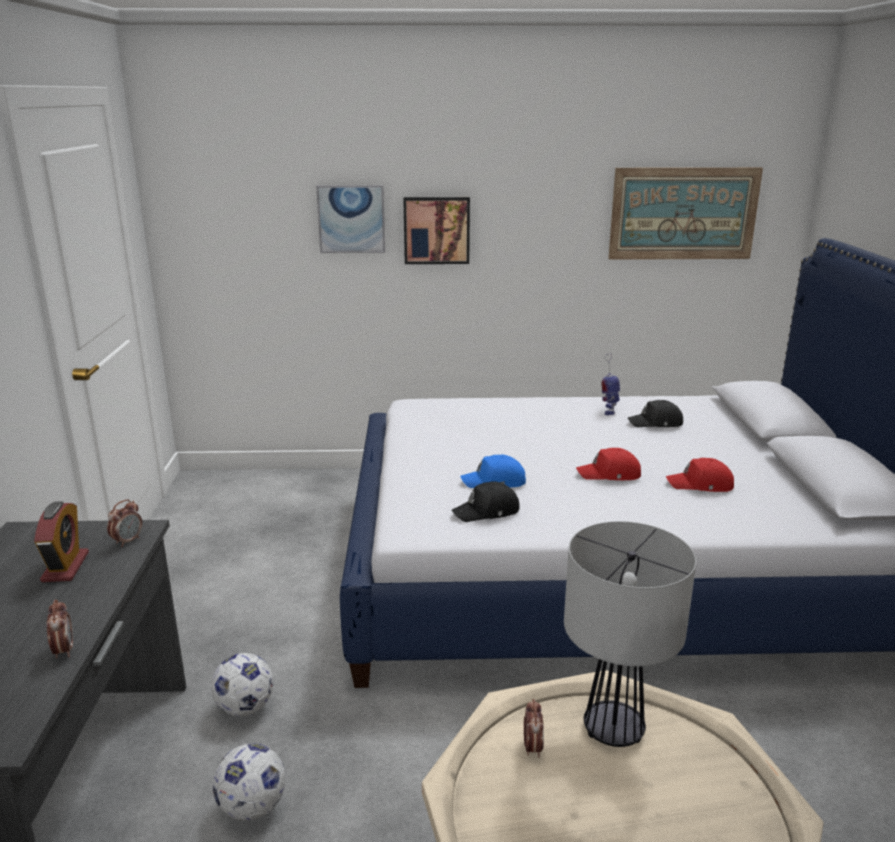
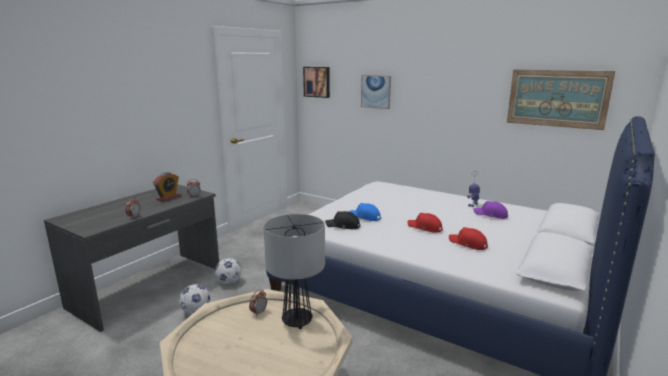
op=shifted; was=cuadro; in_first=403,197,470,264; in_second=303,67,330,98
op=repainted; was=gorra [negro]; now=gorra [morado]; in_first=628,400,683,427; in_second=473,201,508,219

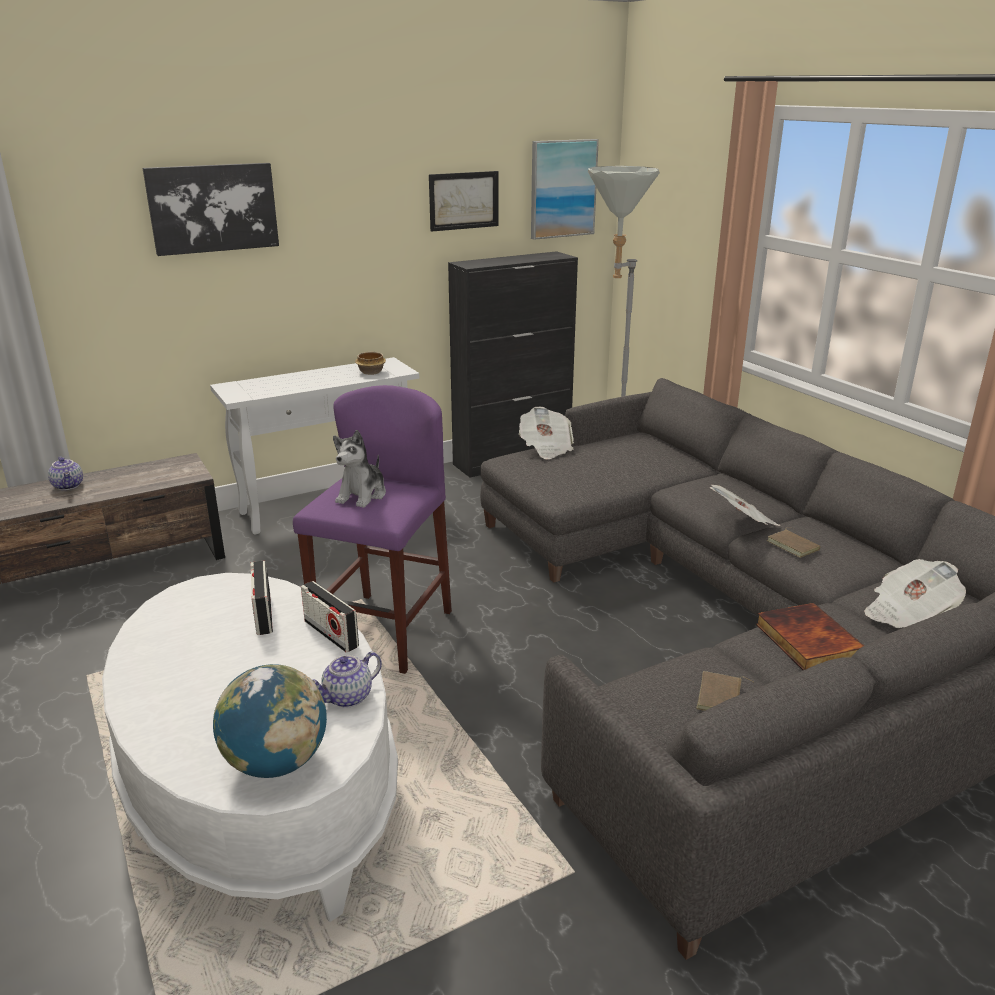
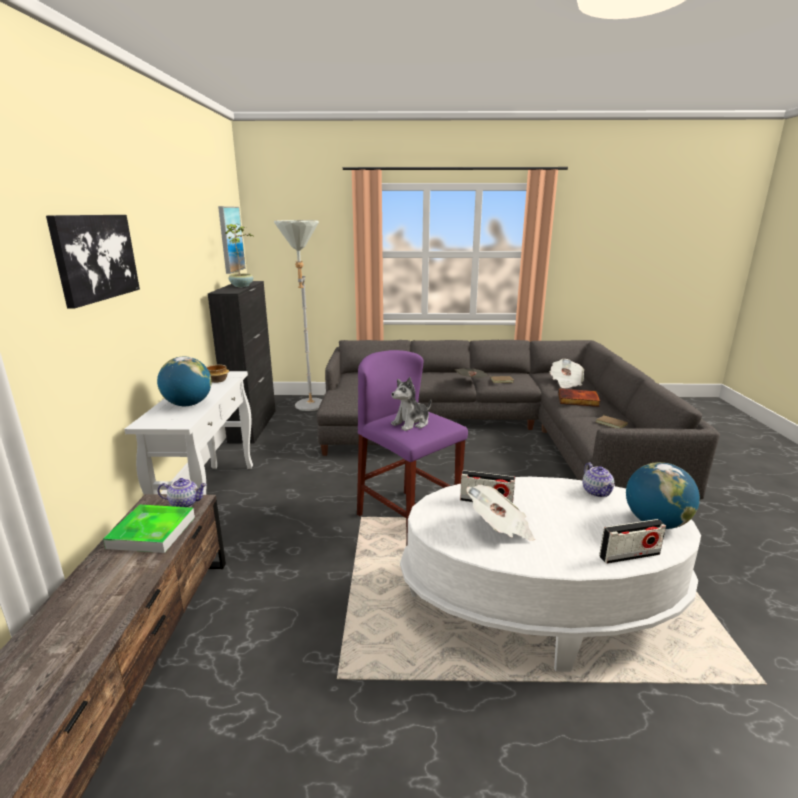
op=gone; was=cuadro; in_first=429,171,499,232
op=new; now=bandeja; in_second=103,505,195,553
op=new; now=globo terráqueo; in_second=157,356,211,406
op=new; now=planta en maceta; in_second=225,224,253,287
op=shifted; was=tetera; in_first=48,456,83,490; in_second=158,478,207,507
op=shifted; was=radio; in_first=301,581,359,653; in_second=599,519,666,564
op=shifted; was=periódico; in_first=518,407,574,459; in_second=466,485,535,541
op=rotated; was=peluche; in_first=333,430,386,508; in_second=391,377,431,431; clockwise=90

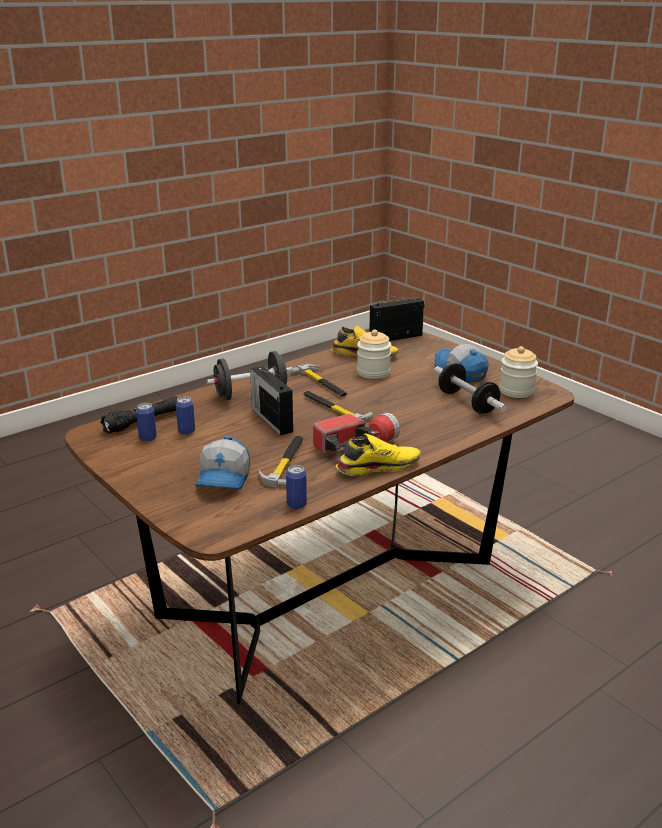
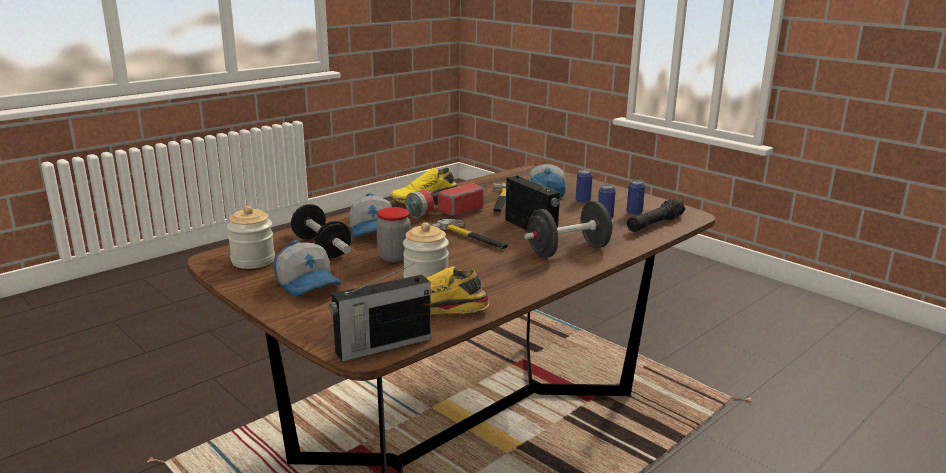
op=gone; was=martillo; in_first=290,364,347,397
op=new; now=gorra; in_second=350,193,392,237
op=new; now=tarro; in_second=376,207,411,262
op=shifted; was=lata; in_first=286,465,307,509; in_second=576,169,593,203

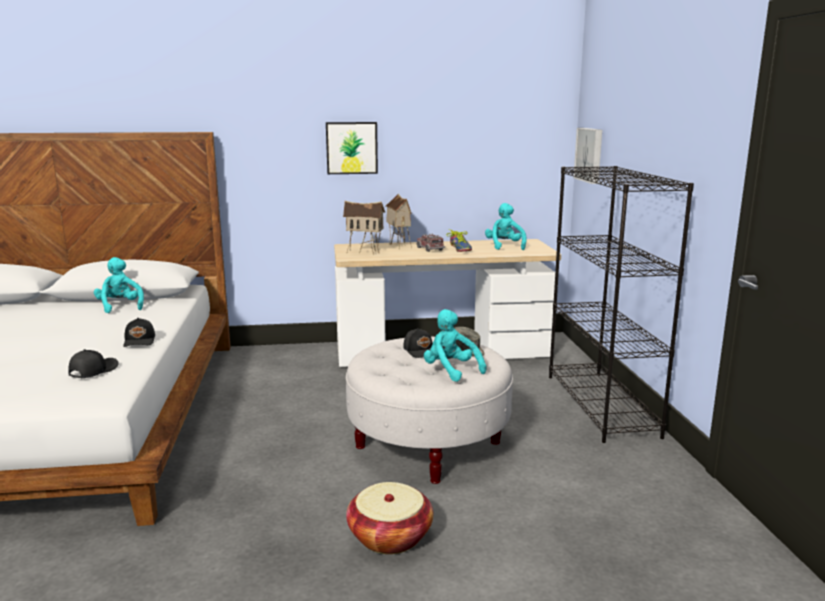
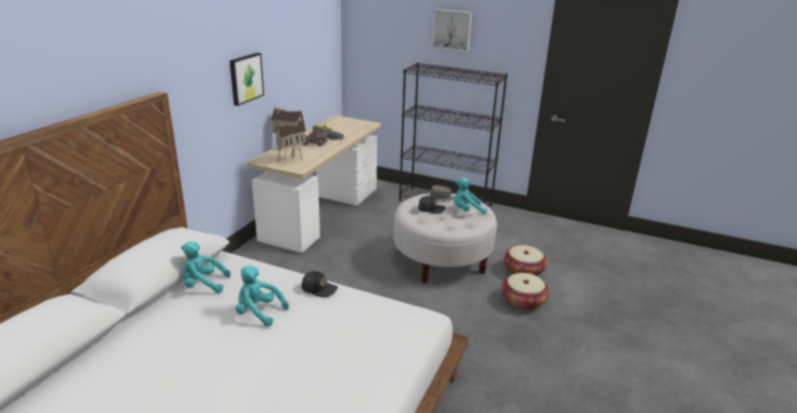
op=gone; was=gorra [negro]; in_first=68,349,119,378
op=new; now=cesta; in_second=504,245,548,276
op=shifted; was=peluche [turquesa]; in_first=485,203,526,250; in_second=235,265,289,326
op=shifted; was=cuadro; in_first=574,128,602,184; in_second=432,9,472,52

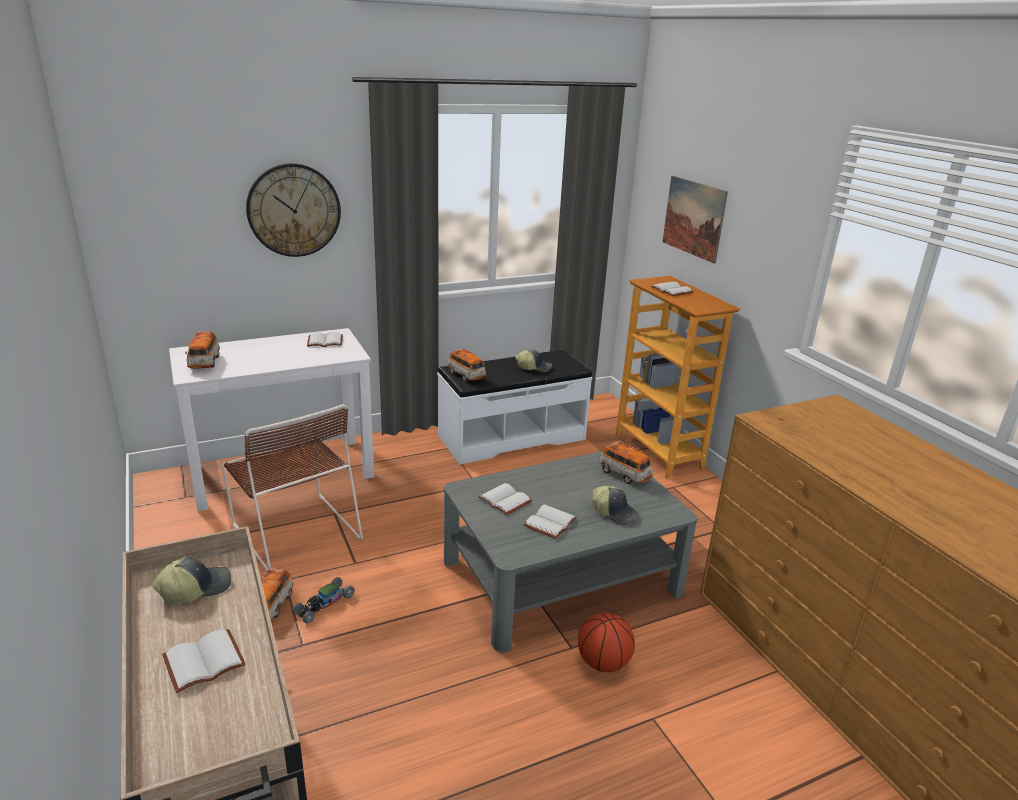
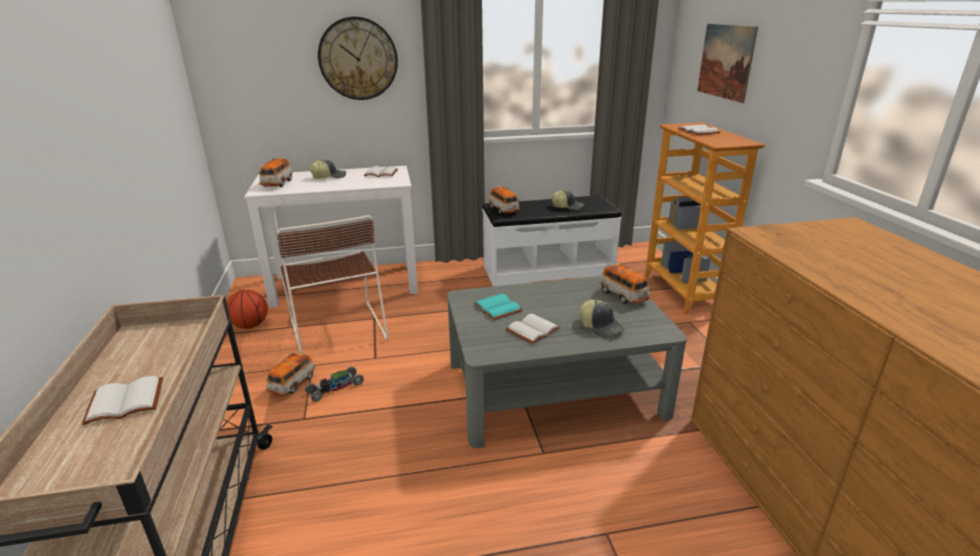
op=shifted; was=gorra; in_first=153,557,231,604; in_second=309,160,346,179
op=shifted; was=balón de baloncesto; in_first=578,612,635,672; in_second=227,290,268,329
op=repainted; was=libro [blanco]; now=libro [turquesa]; in_first=478,483,532,515; in_second=474,294,523,320

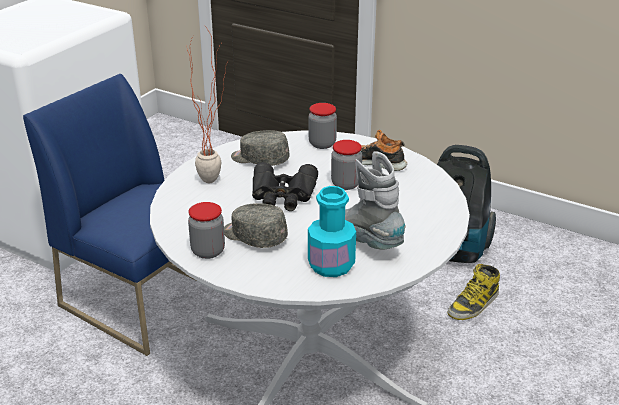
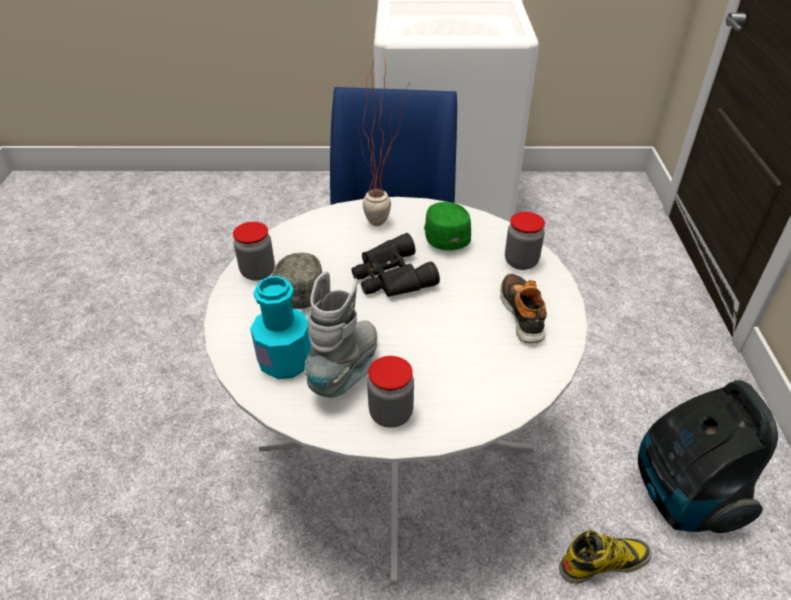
op=shifted; was=tarro; in_first=331,140,362,190; in_second=367,356,414,428
op=repainted; was=gorra [gris]; now=gorra [verde]; in_first=231,130,290,166; in_second=424,202,471,251
op=rotated; was=bota; in_first=447,264,500,320; in_second=559,529,652,584; clockwise=150

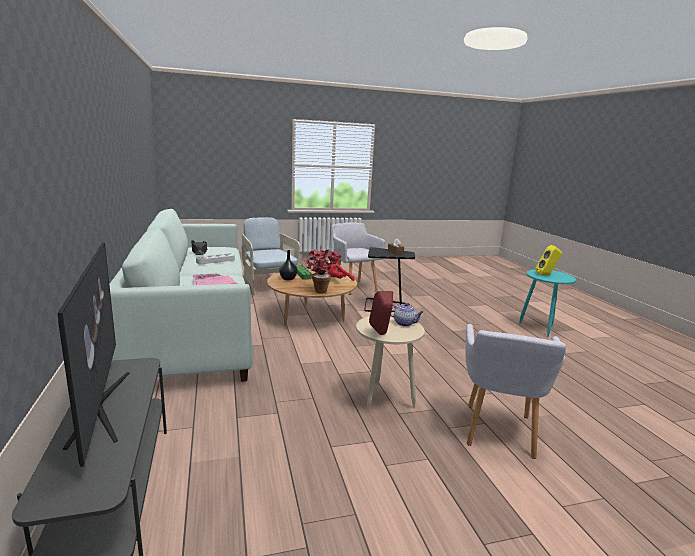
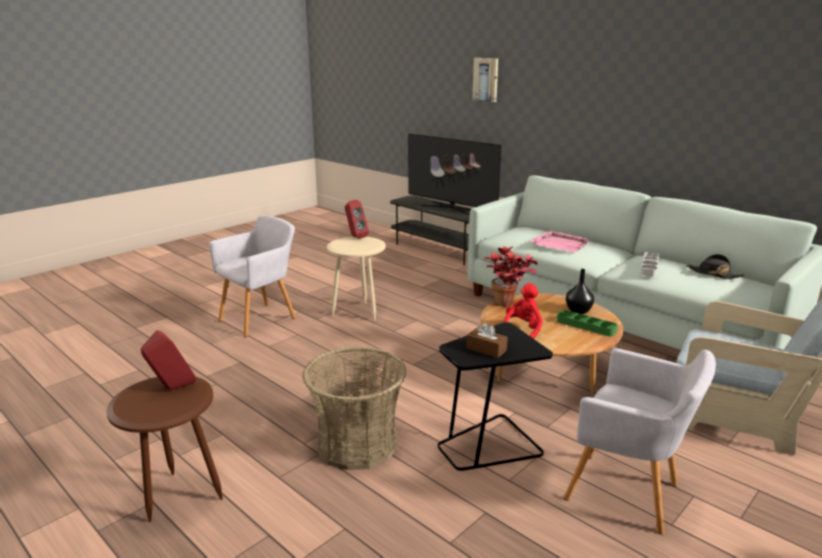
op=gone; was=tetera; in_first=391,303,424,326
op=new; now=cesta; in_second=302,347,406,470
op=new; now=cuadro; in_second=473,58,498,102
op=repainted; was=mesa auxiliar [turquesa]; now=mesa auxiliar [marrón]; in_first=519,269,576,337; in_second=107,377,223,522
op=repainted; was=altavoz [amarillo]; now=altavoz [rojo]; in_first=536,245,562,276; in_second=141,330,196,390
op=rotated; was=sillón [gris]; in_first=465,324,566,459; in_second=209,215,296,337; clockwise=60

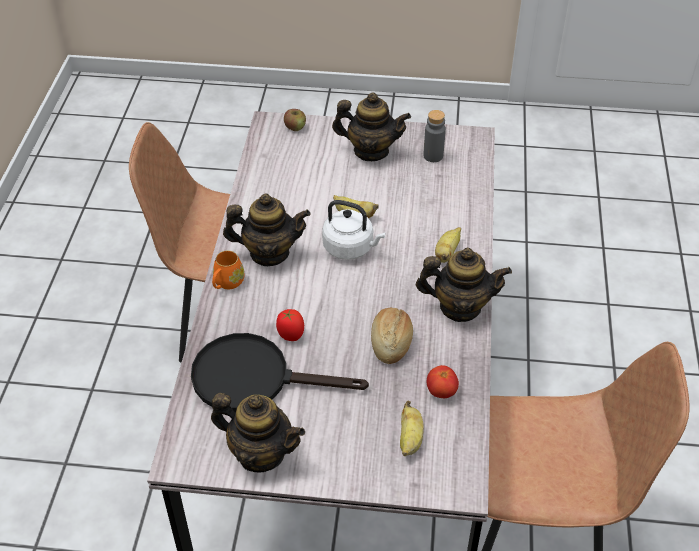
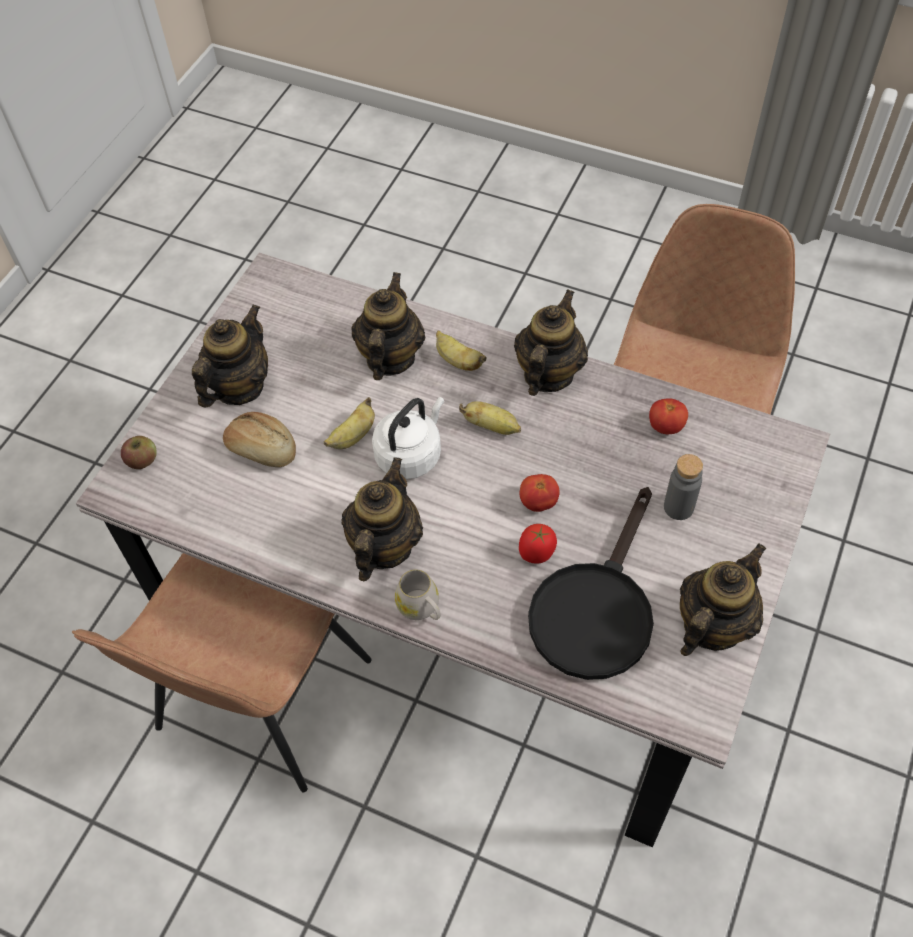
op=new; now=tetera; in_second=351,272,426,380
op=new; now=tomate; in_second=520,474,560,512
op=shifted; was=pan; in_first=371,308,413,364; in_second=223,412,296,467
op=shifted; was=plátano; in_first=400,401,424,456; in_second=459,401,521,435
op=shifted; was=botella [gris]; in_first=423,110,446,162; in_second=664,454,703,520
op=repainted; was=taza grande [naranja]; now=taza grande [blanco]; in_first=212,251,245,289; in_second=395,570,441,620

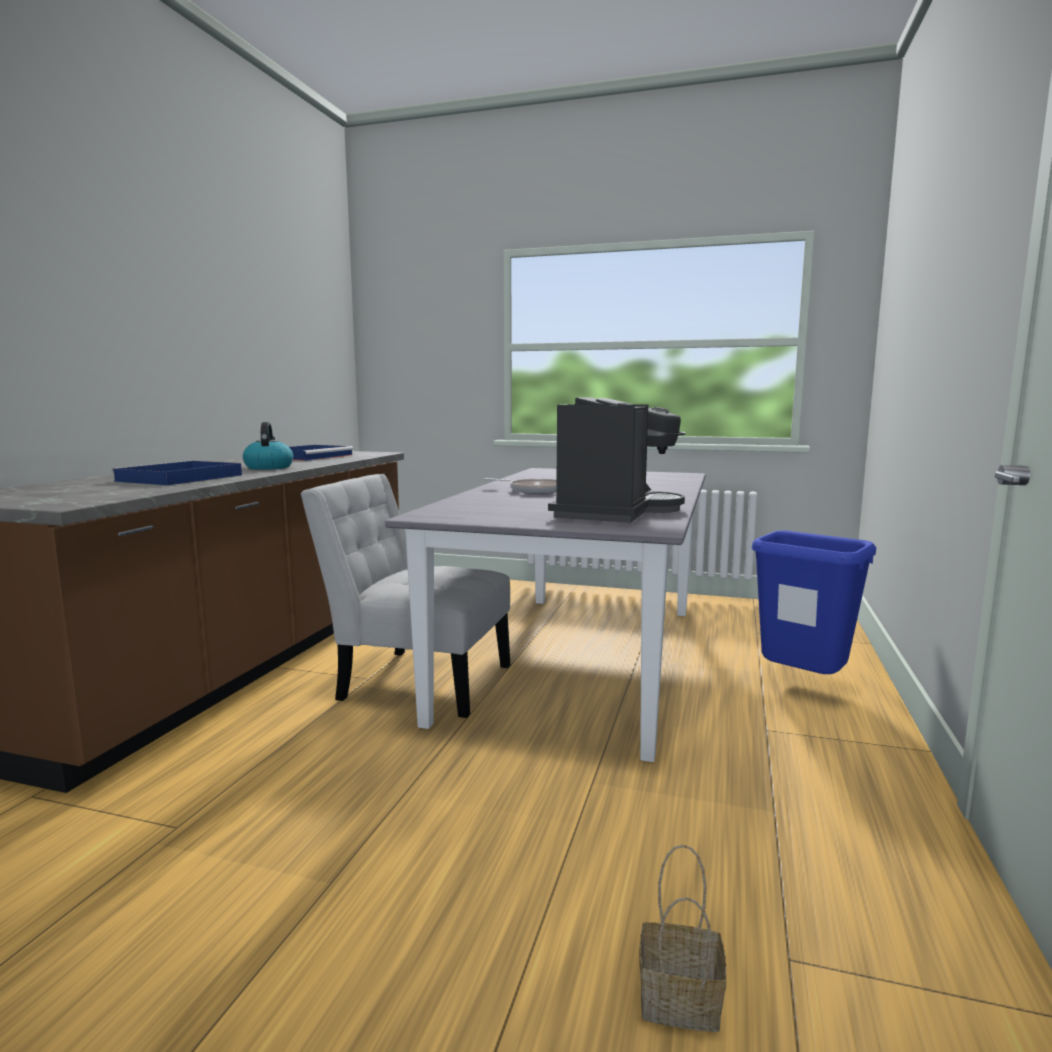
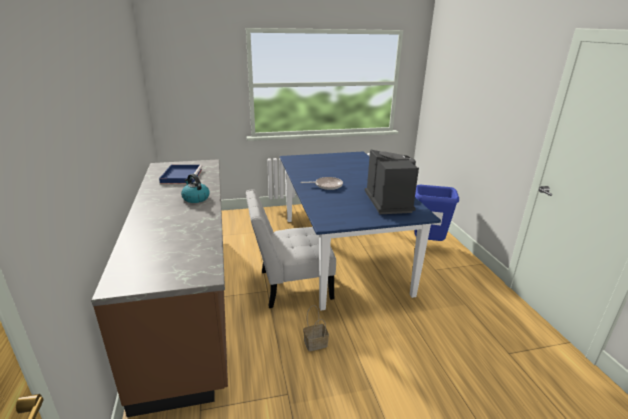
op=gone; was=bandeja [azul]; in_first=112,460,242,485
op=shifted; was=cesta; in_first=639,844,726,1032; in_second=303,305,329,351
op=repainted; was=mesa de comedor [gris]; now=mesa de comedor [azul]; in_first=385,468,705,762; in_second=280,151,441,310

